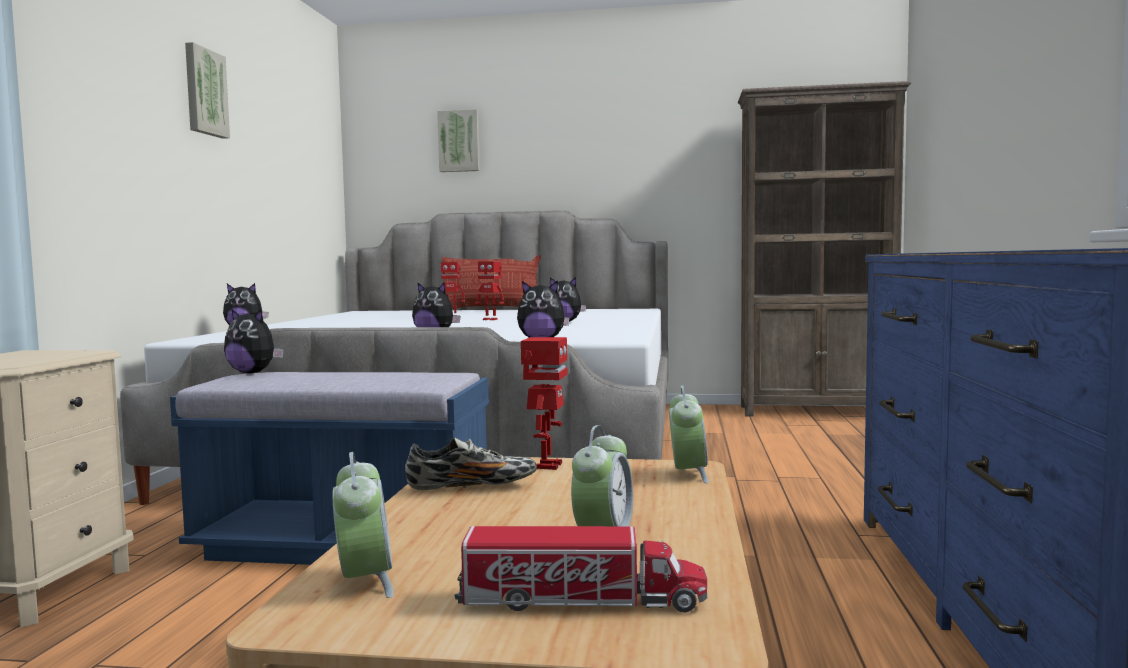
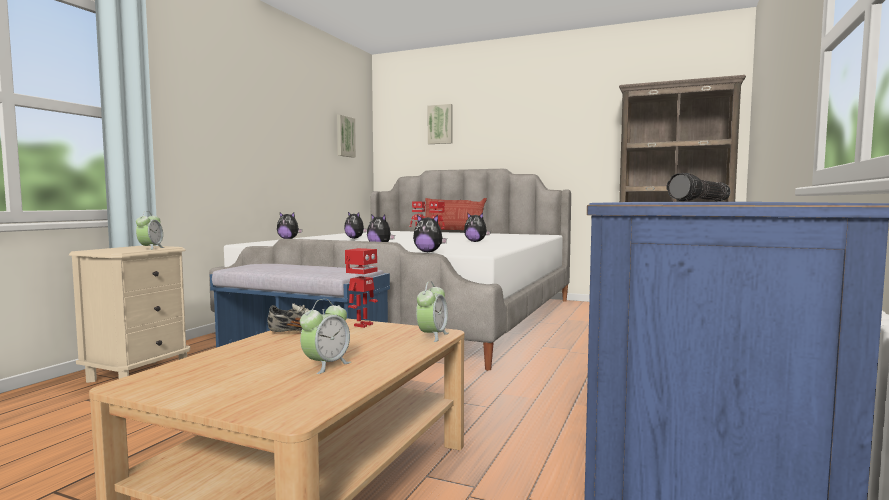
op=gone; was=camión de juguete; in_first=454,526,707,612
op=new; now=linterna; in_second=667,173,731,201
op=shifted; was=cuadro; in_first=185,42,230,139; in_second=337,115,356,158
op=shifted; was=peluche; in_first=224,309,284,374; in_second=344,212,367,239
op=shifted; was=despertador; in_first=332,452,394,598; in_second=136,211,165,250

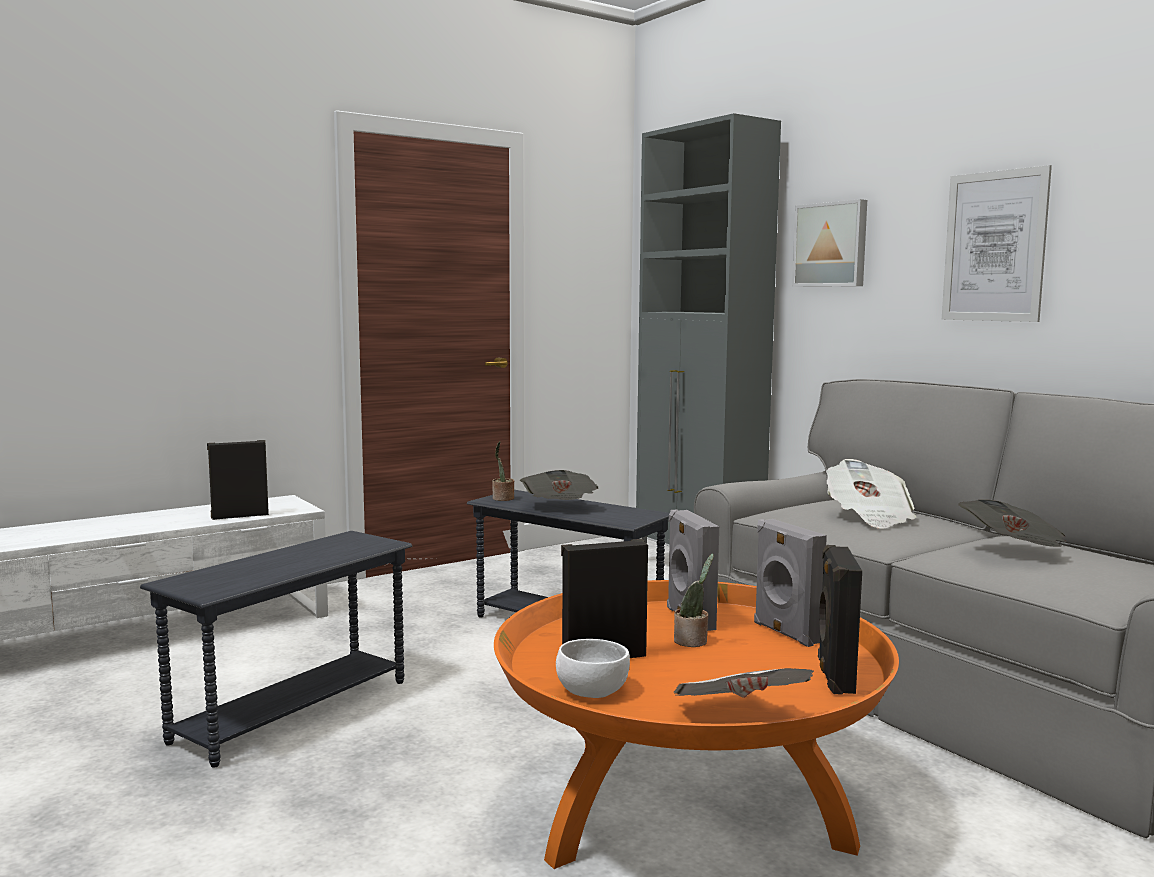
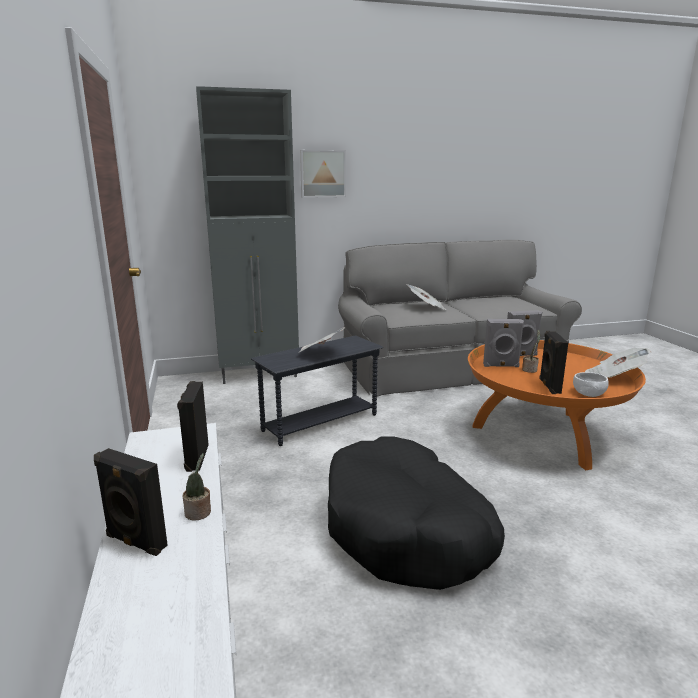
op=gone; was=cuadro; in_first=942,165,1052,322
op=gone; was=periódico; in_first=958,499,1066,547
op=shifted; was=planta en maceta; in_first=492,441,514,501; in_second=183,453,211,520
op=shifted; was=altavoz [negro]; in_first=818,545,862,695; in_second=94,448,168,556
op=swapped; was=mesa auxiliar [gris]; now=cama para perro [negro]; in_first=140,531,412,768; in_second=328,437,505,590

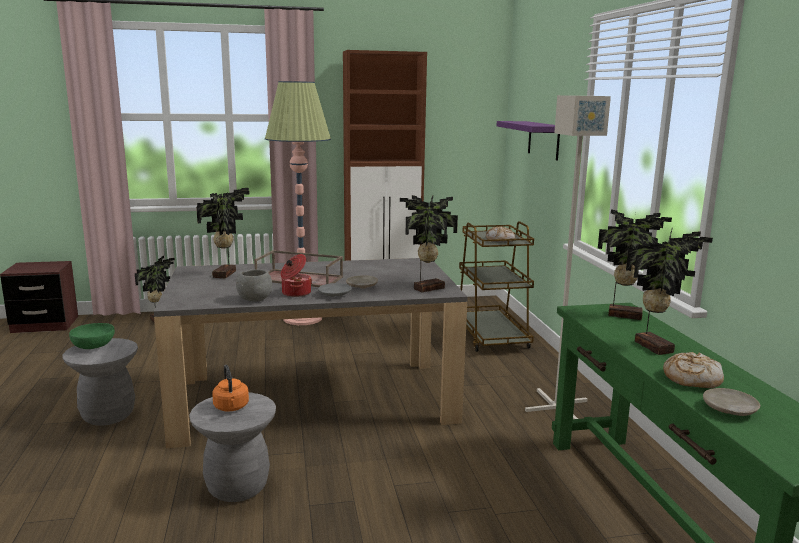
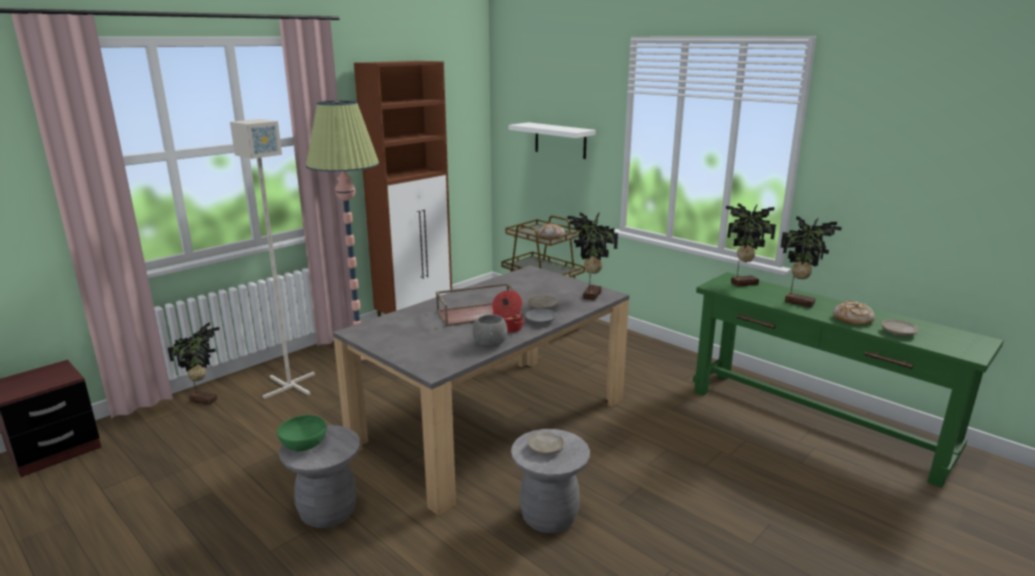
op=gone; was=planta en maceta; in_first=196,188,249,278
op=shifted; was=lámpara de pie [gris]; in_first=525,95,611,419; in_second=230,119,315,399
op=swapped; was=hervidor [naranja]; now=plato [beis]; in_first=212,365,249,412; in_second=528,432,564,455
op=repainted; was=estante [morado]; now=estante [blanco]; in_first=497,121,560,160; in_second=509,122,596,159

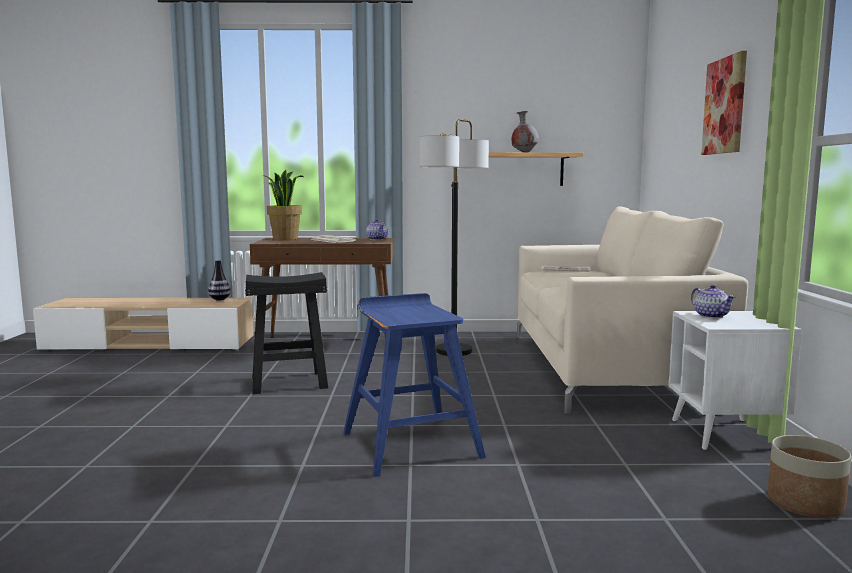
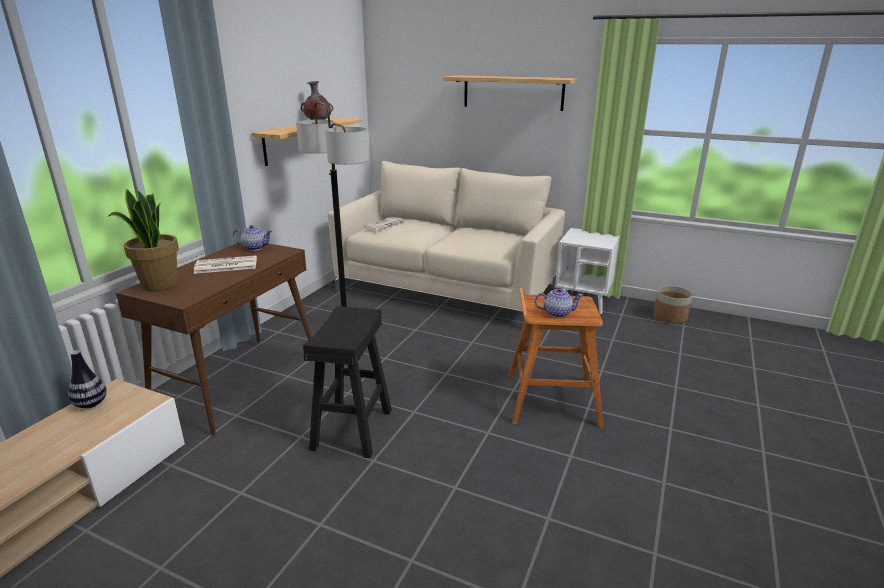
op=shifted; was=tetera; in_first=691,284,735,318; in_second=535,288,583,318
op=swapped; was=cuadro; now=estante; in_first=701,51,747,155; in_second=443,75,578,111
op=repainted; was=taburete [azul]; now=taburete [marrón]; in_first=343,293,486,477; in_second=508,288,604,428

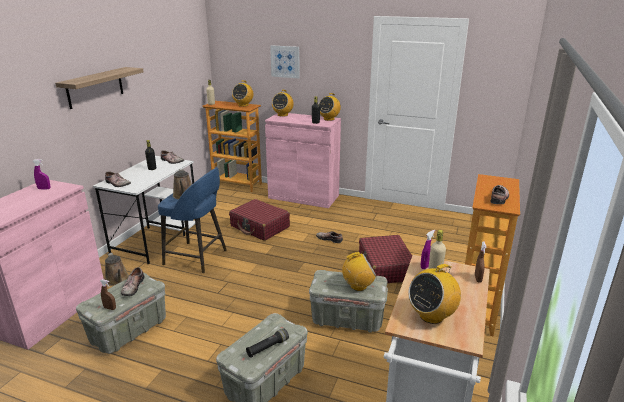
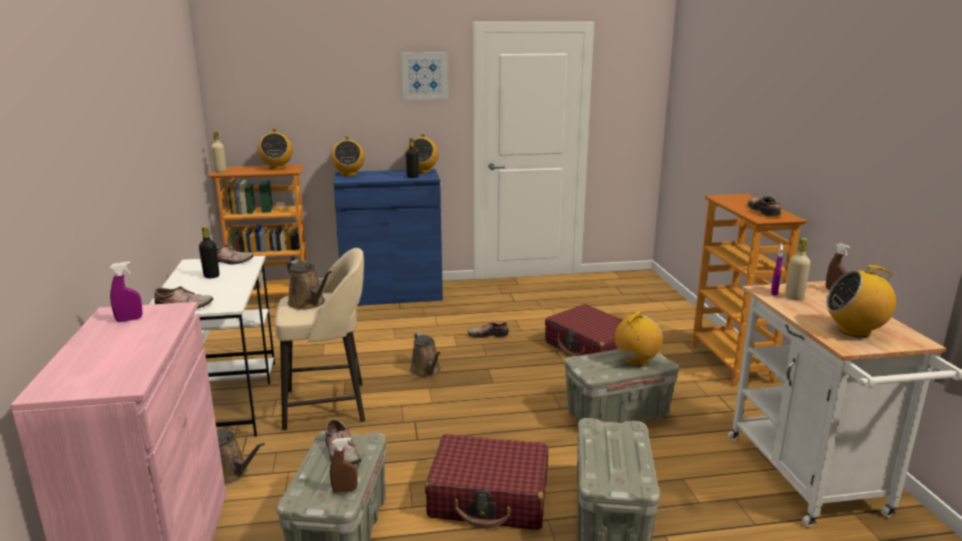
op=gone; was=estante; in_first=55,67,144,109
op=gone; was=linterna [negro]; in_first=246,329,289,358
op=new; now=regadera [marrón]; in_second=410,332,441,377
op=shifted; was=maleta [rojo]; in_first=229,199,290,241; in_second=425,434,548,530
op=shifted; was=cuadro; in_first=270,45,300,78; in_second=401,52,448,100
op=repainted; was=taburete [azul]; now=taburete [beis]; in_first=158,168,227,273; in_second=275,248,365,431
op=repainted; was=armario [rosa]; now=armario [azul]; in_first=265,113,341,208; in_second=334,169,443,306
op=rotated; was=radio; in_first=408,264,461,324; in_second=826,265,896,337; clockwise=75

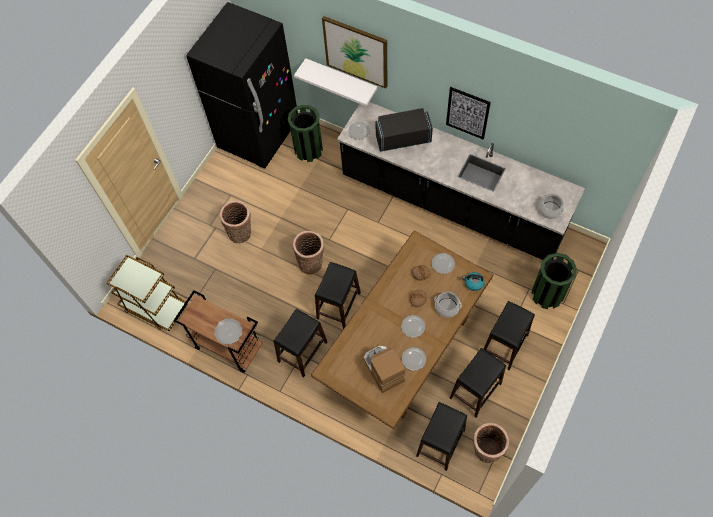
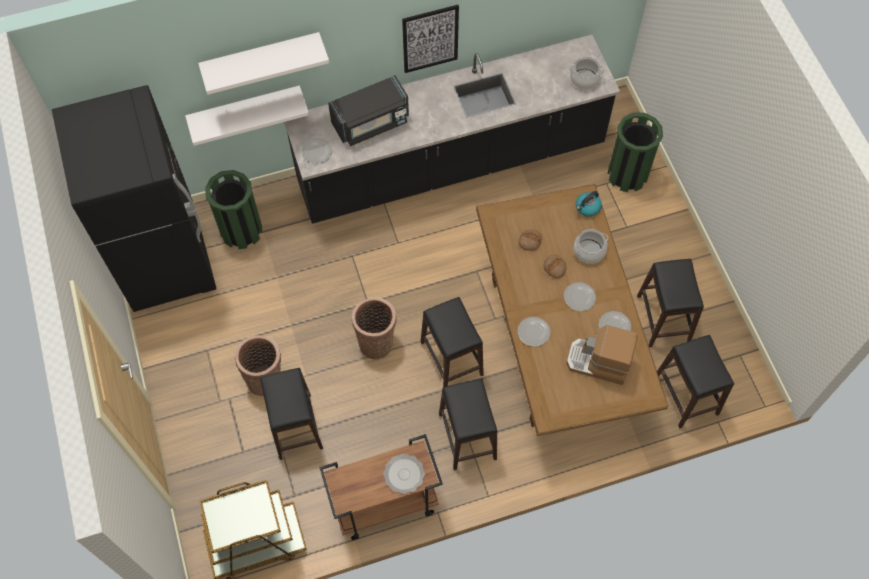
op=gone; was=cesta; in_first=473,423,509,463
op=shifted; was=plato; in_first=432,253,455,274; in_second=518,317,550,347
op=shifted; was=taburete [negro]; in_first=484,301,535,371; in_second=260,368,323,460
op=swapped; was=cuadro; now=estante [blanco]; in_first=322,16,387,89; in_second=198,32,329,95
op=rotated; was=microondas [negro]; in_first=375,108,433,152; in_second=328,75,409,146; clockwise=-150

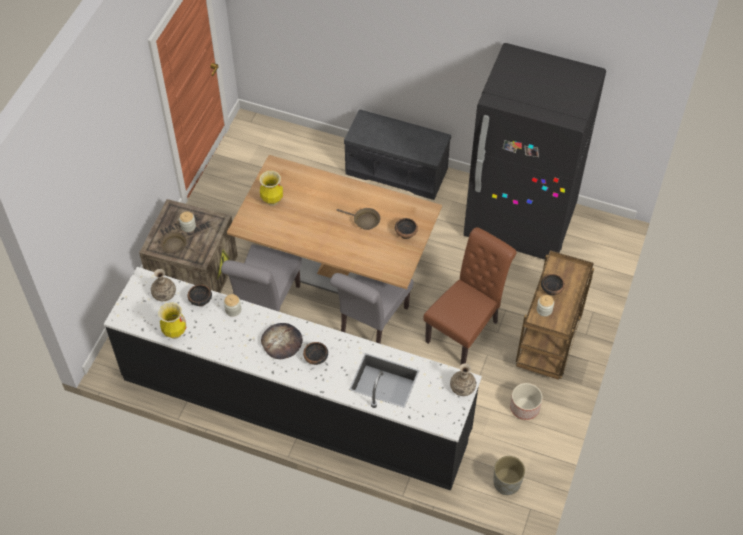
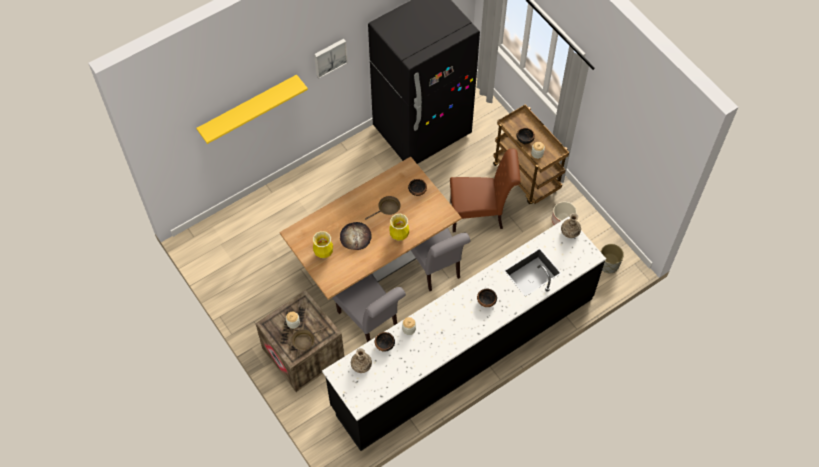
op=gone; was=banco [gris]; in_first=344,109,451,200
op=new; now=estante [amarillo]; in_second=196,74,308,144
op=new; now=cuadro; in_second=314,39,348,78
op=shifted; was=florero; in_first=158,302,187,339; in_second=389,214,409,241
op=shifted; was=pan; in_first=261,323,303,359; in_second=340,222,372,250
op=rotated; was=silla [marrón]; in_first=423,227,517,364; in_second=450,149,521,232; clockwise=105

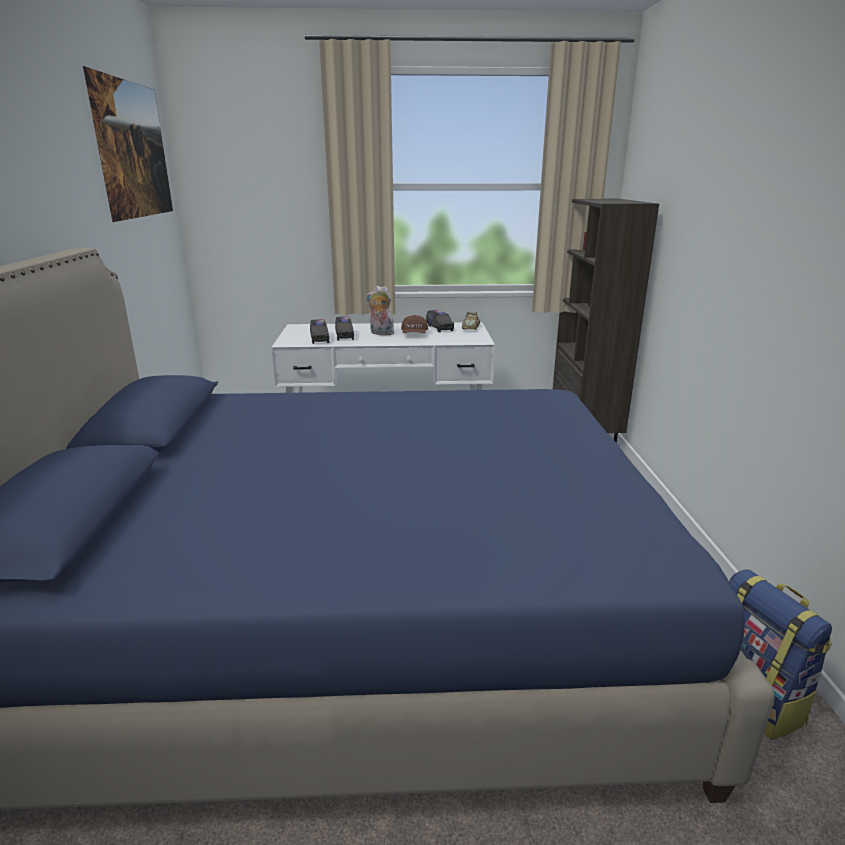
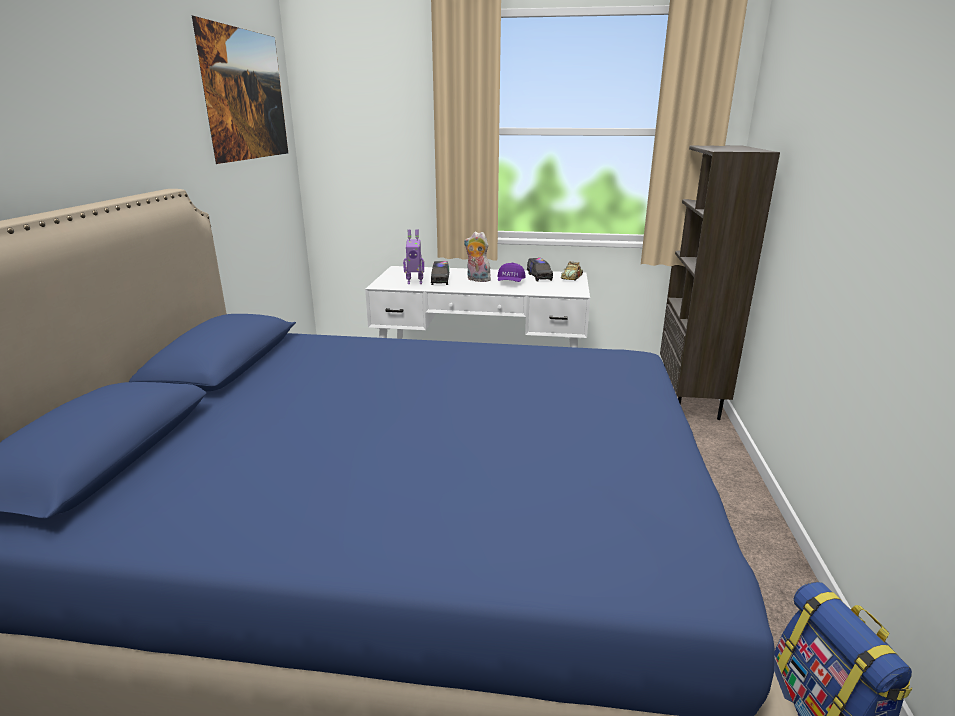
op=swapped; was=camión de juguete; now=robot de juguete; in_first=310,319,329,344; in_second=403,230,424,284
op=repainted; was=gorra [marrón]; now=gorra [morado]; in_first=401,315,428,333; in_second=497,262,526,282

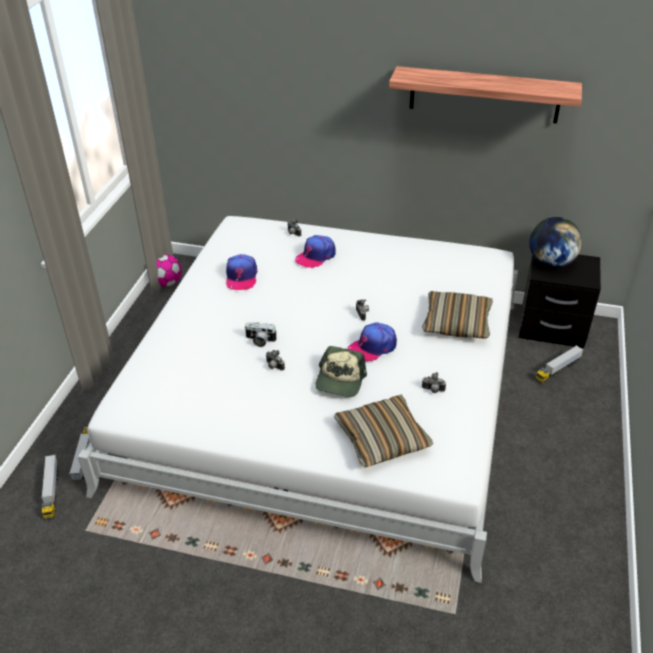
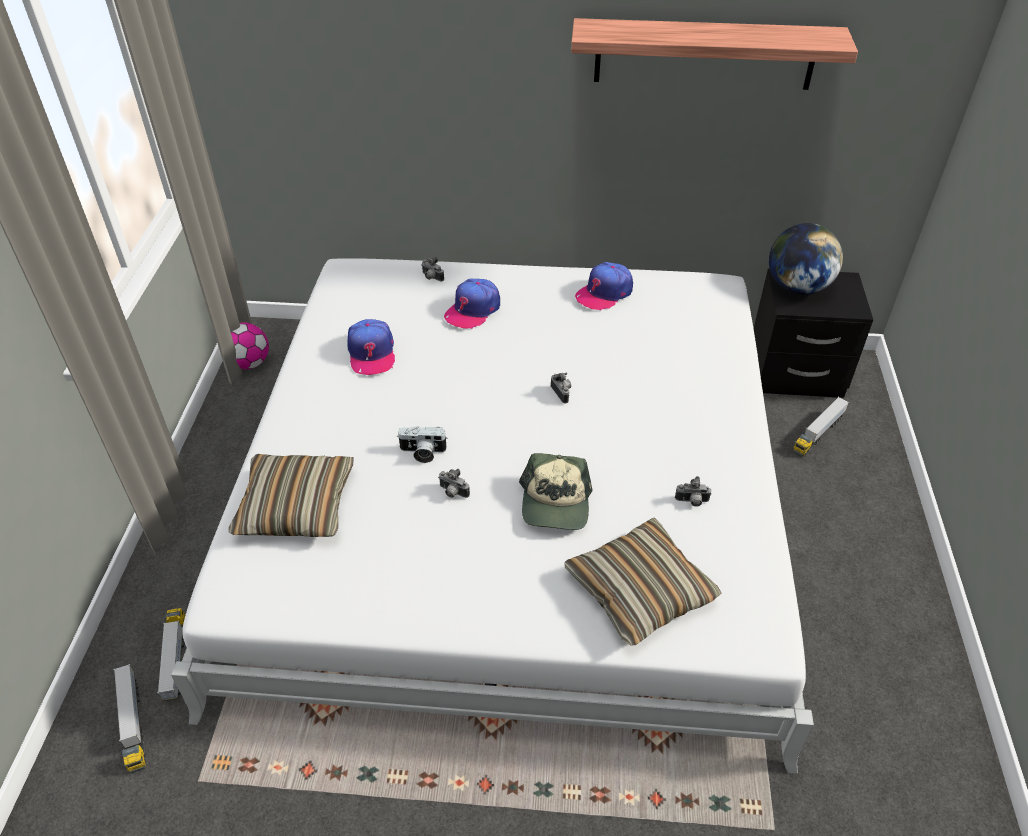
op=shifted; was=gorra; in_first=348,322,397,362; in_second=575,262,633,311
op=shifted; was=cojín; in_first=422,291,493,339; in_second=228,454,353,537

